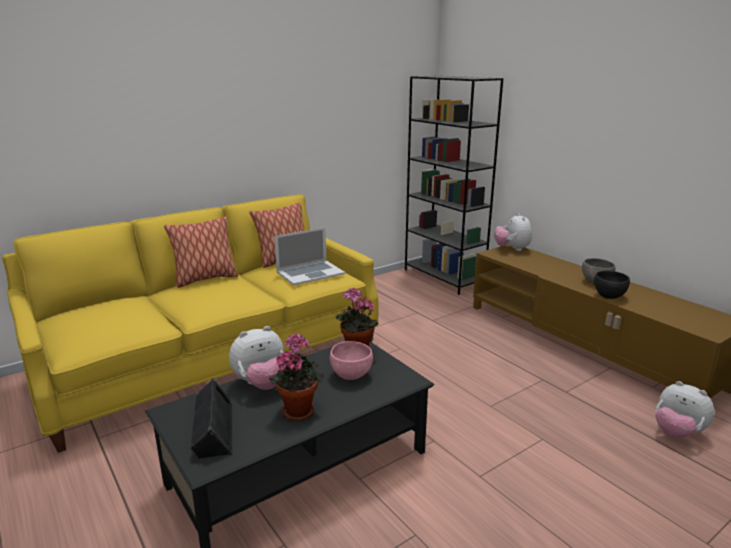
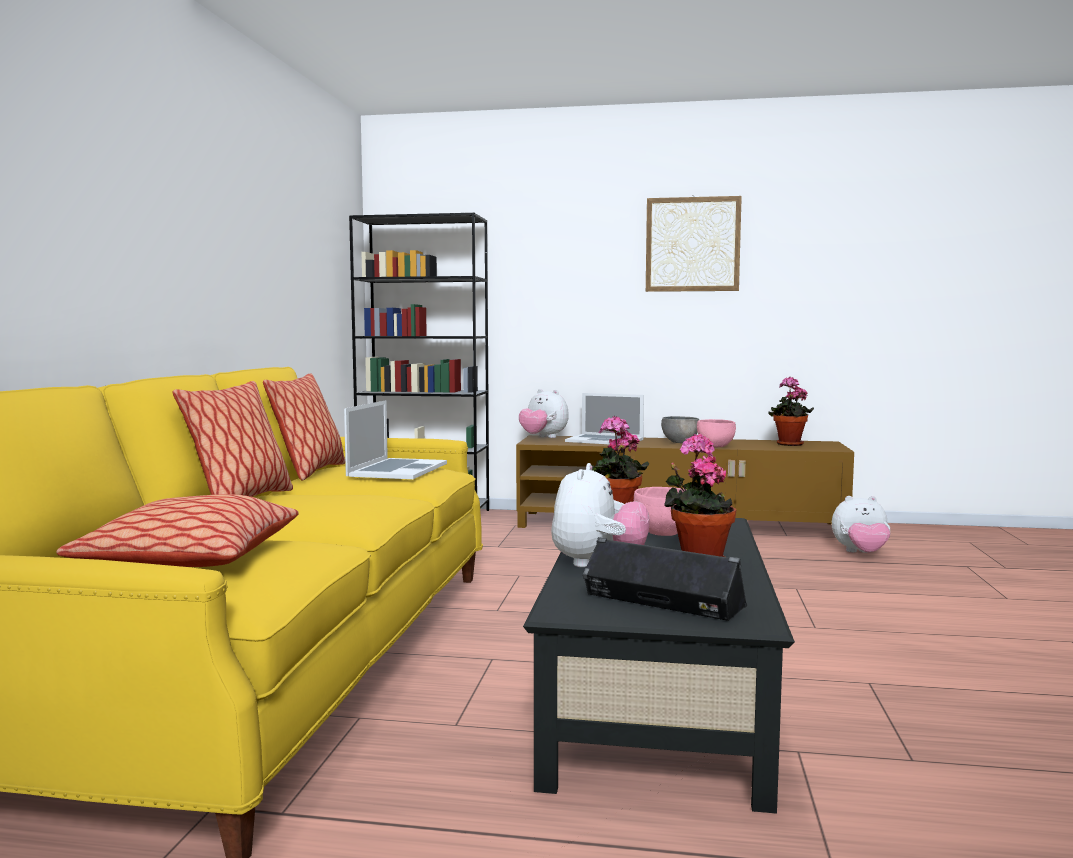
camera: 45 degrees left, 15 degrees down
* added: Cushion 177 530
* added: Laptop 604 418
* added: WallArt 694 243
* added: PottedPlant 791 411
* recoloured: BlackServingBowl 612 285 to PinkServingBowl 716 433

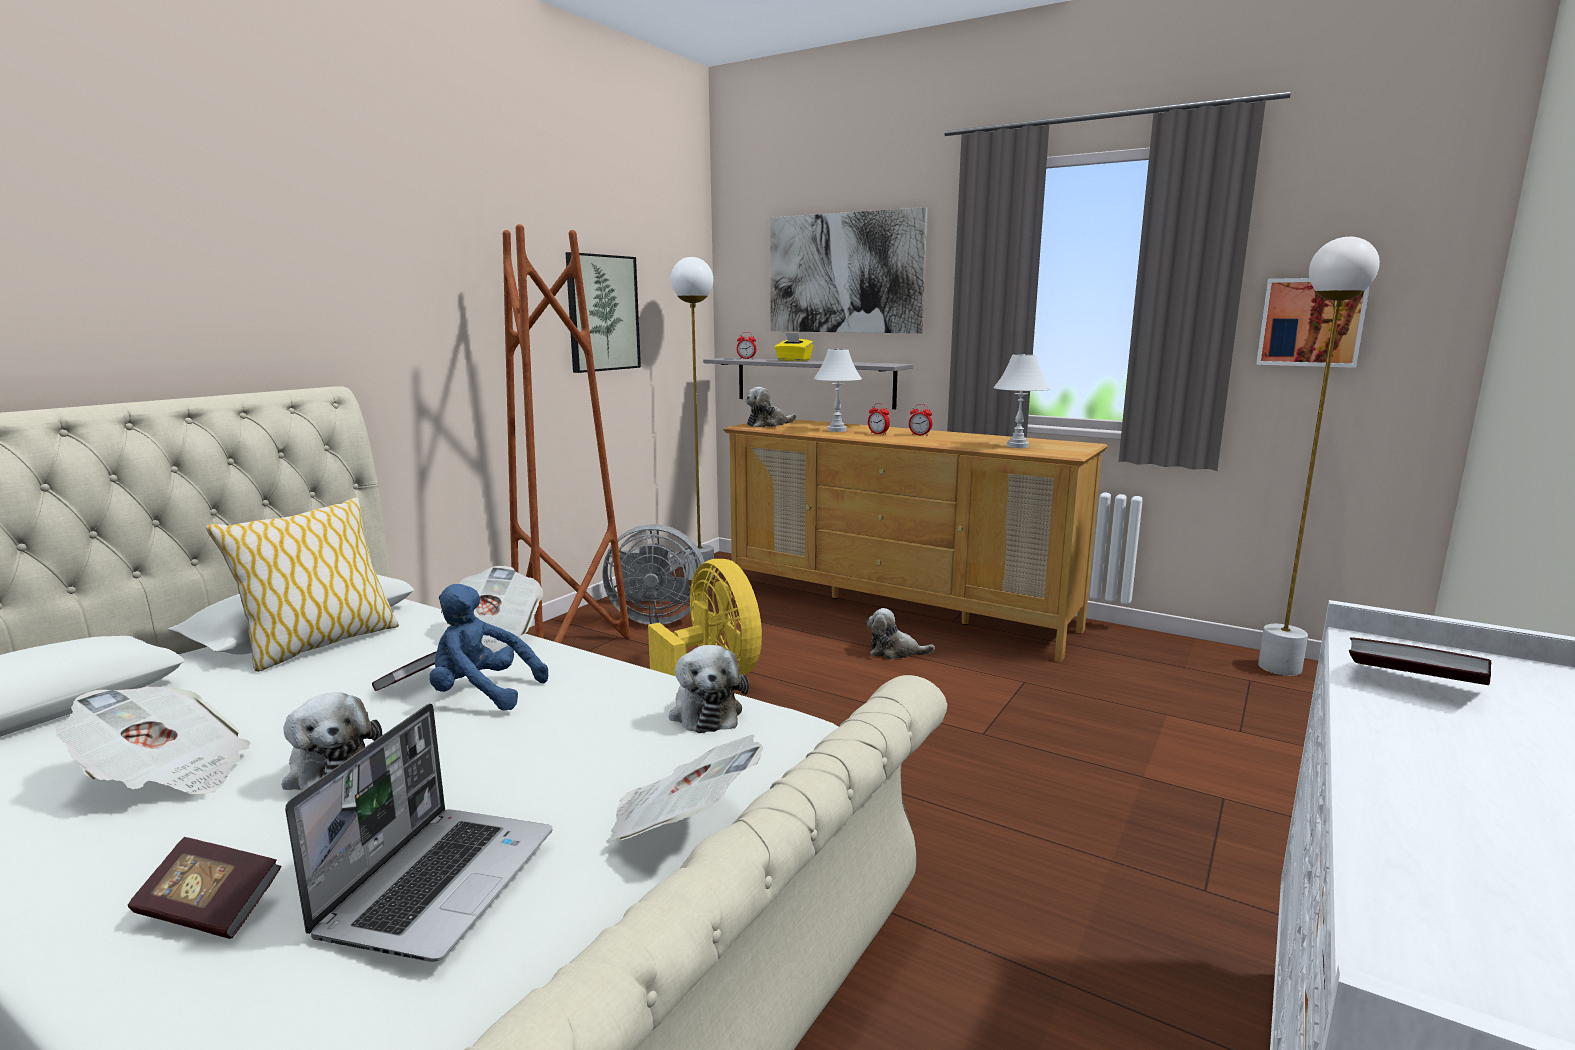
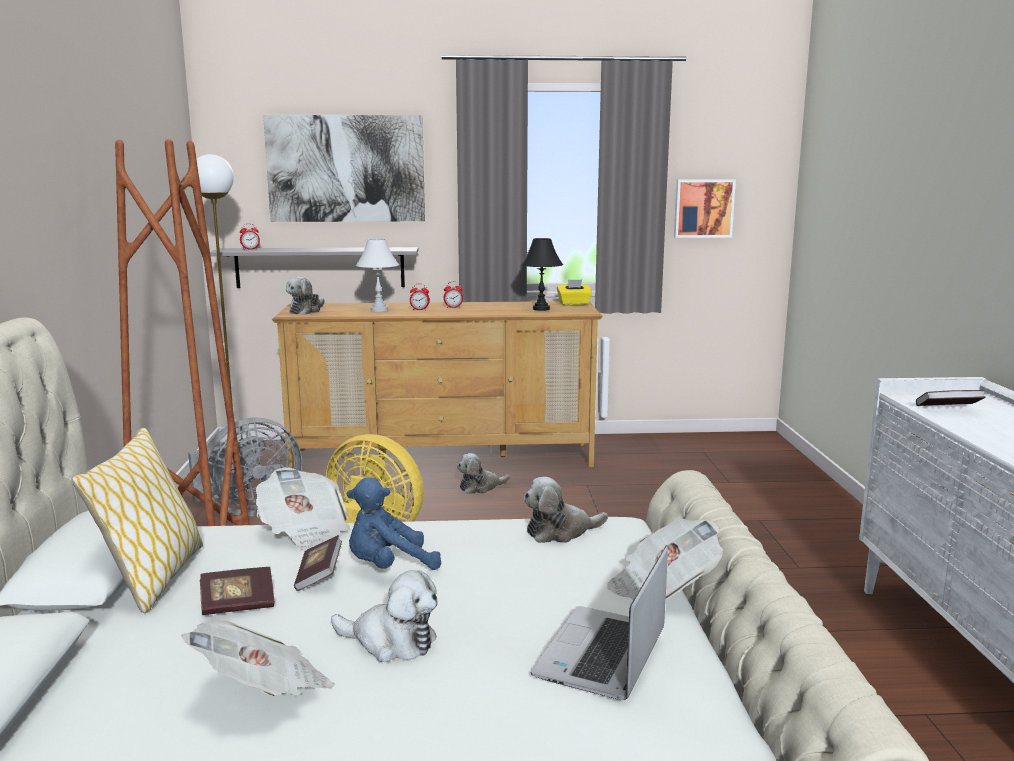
camera: 35 degrees left, 0 degrees up
* removed: WallArt 603 312
* removed: WhitishStandardLamp 1319 456
* moved: Volume 204 888 to 237 591
* moved: YellowTissueBox 794 347 to 574 292
* recoloured: WhitishLampForATable 1021 401 to BlackLampForATable 542 274
* turned: Laptop 419 833 = 599 622 135 degrees counterclockwise
* turned: CuddlyToy 709 689 = 566 510 120 degrees clockwise

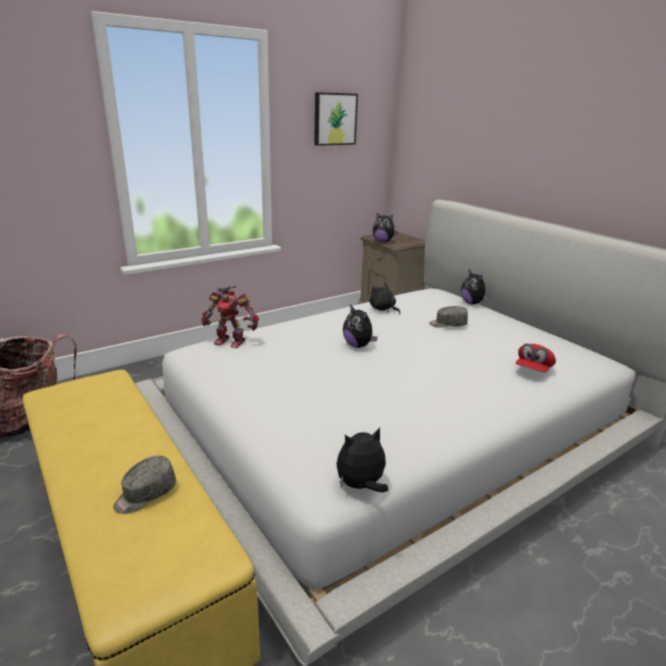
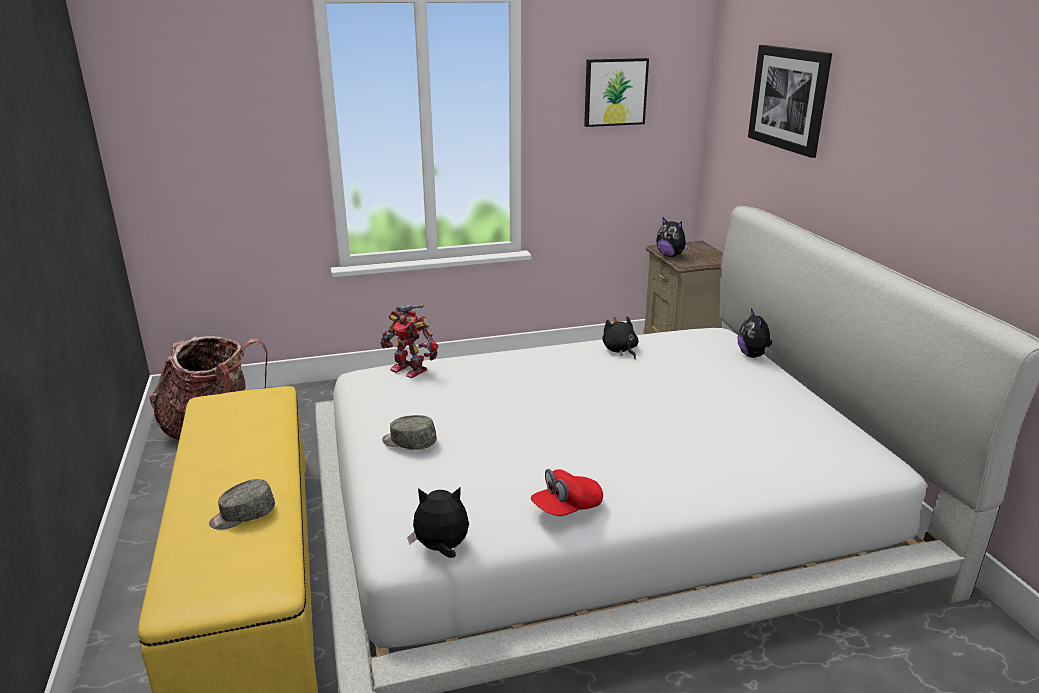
camera: 20 degrees right, 0 degrees up
* removed: CuddlyToy 360 326
* added: WallArt 790 101
* moved: GreyCap 448 317 to 409 432
* moved: ReddishCap 535 357 to 567 492

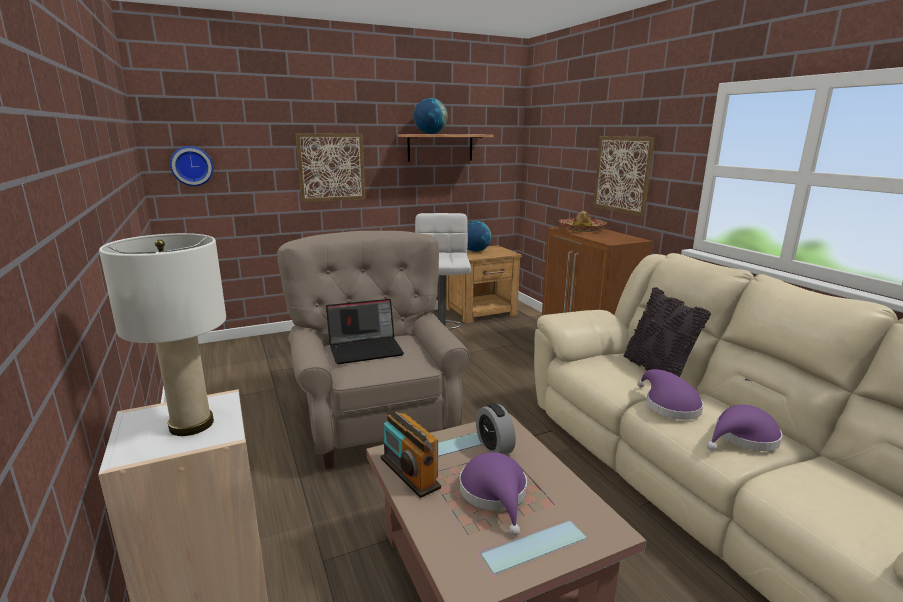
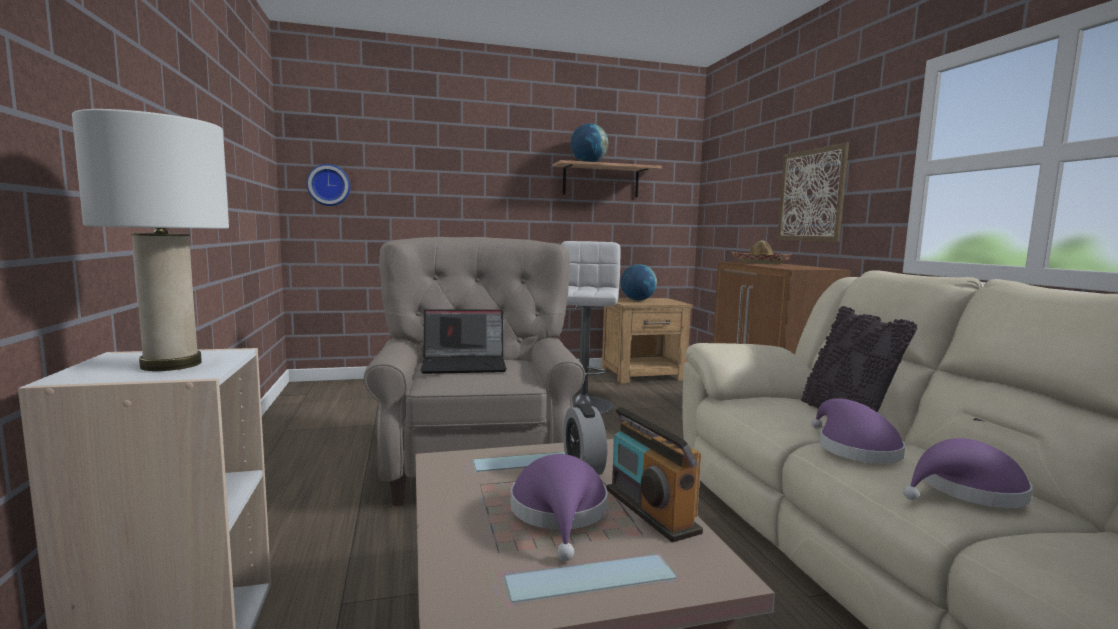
camera: 10 degrees right, 10 degrees down
* removed: WallArt 330 167
* moved: RadioSet 411 451 to 654 474

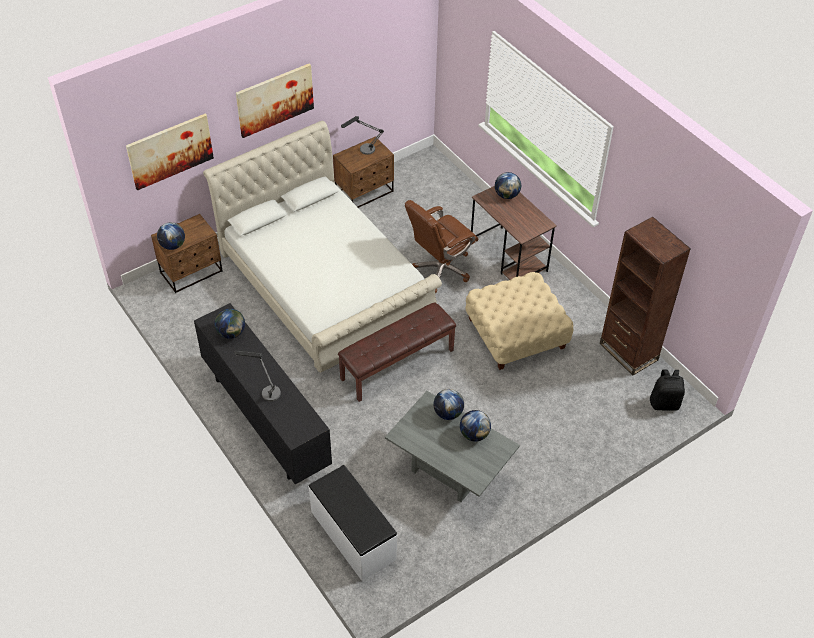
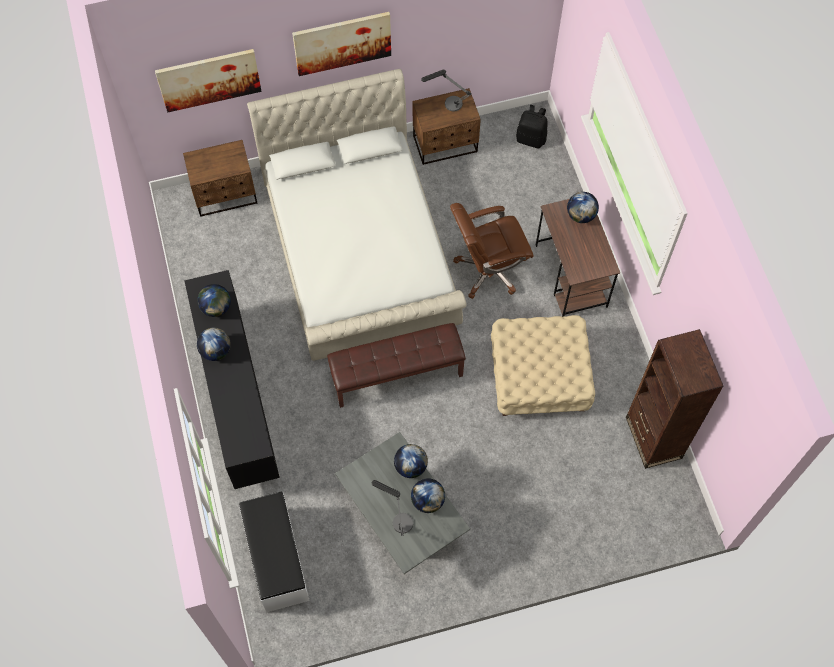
camera: 20 degrees right, 15 degrees up
* moved: Globe 171 236 to 214 344
* moved: LampForATable 257 376 to 392 508
* moved: BlackKnapsack 667 390 to 532 127

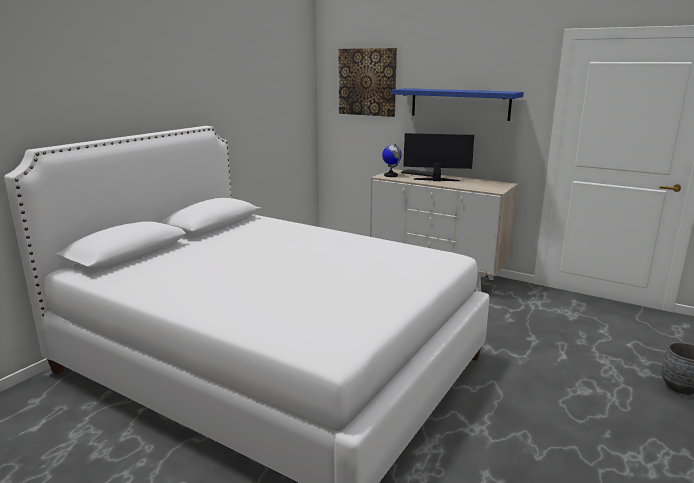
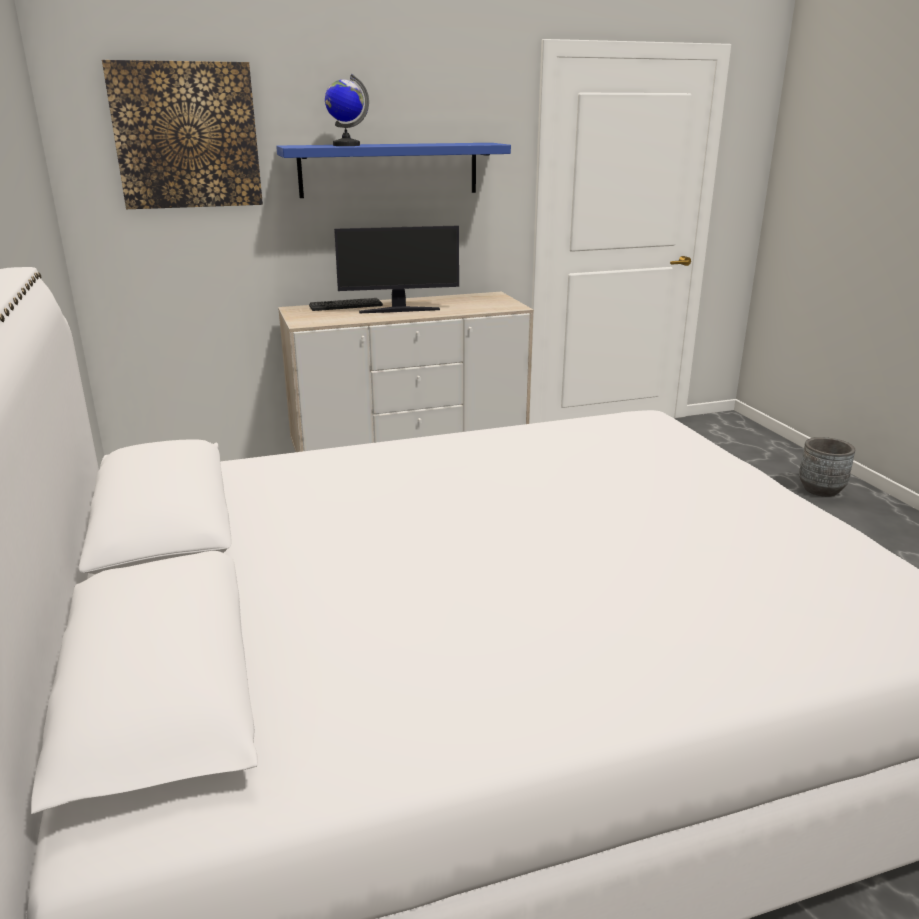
camera: 50 degrees left, 5 degrees up
* moved: Globe 392 160 to 347 110
* turned: ComputerScreen 438 157 = 396 269 150 degrees counterclockwise

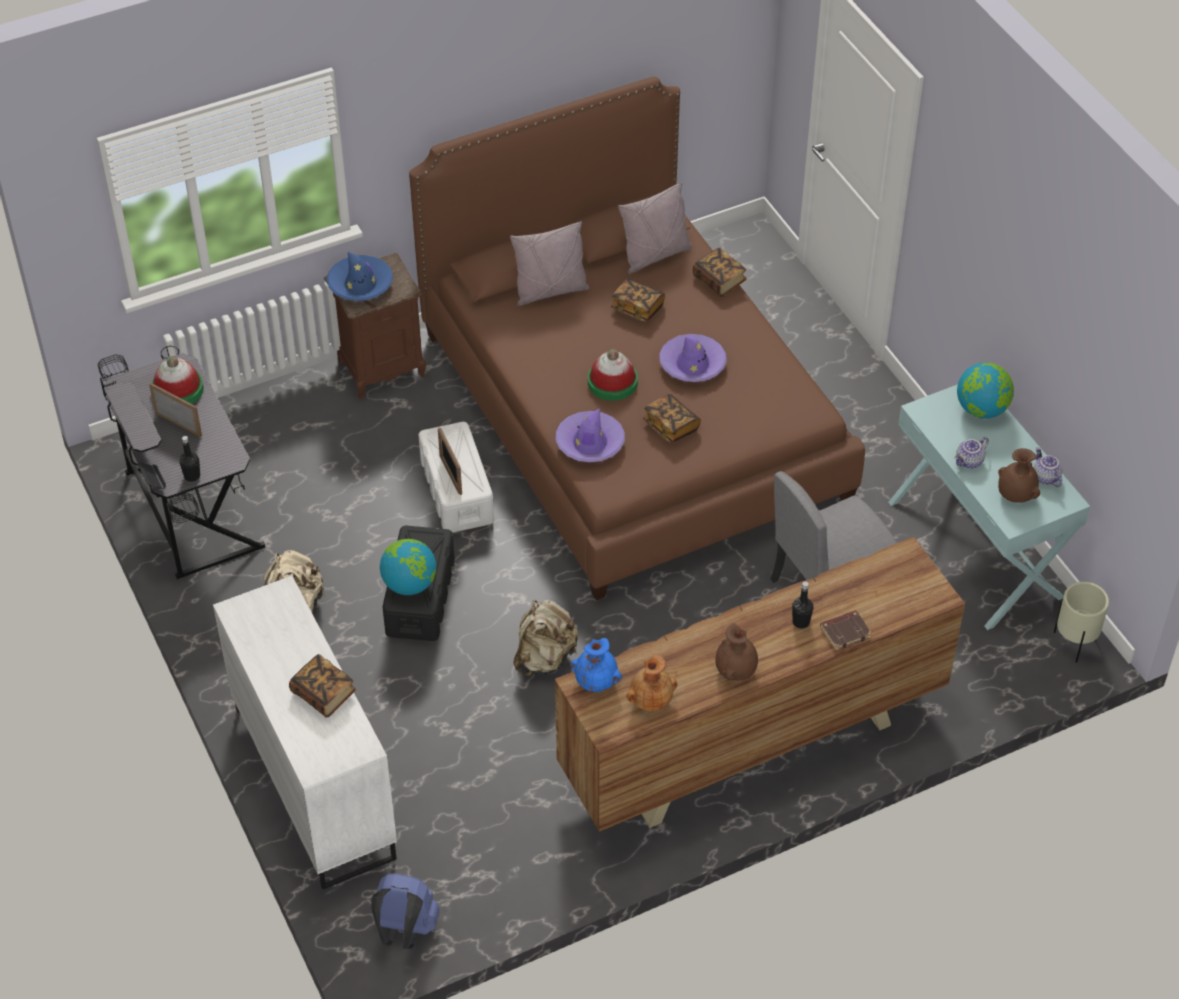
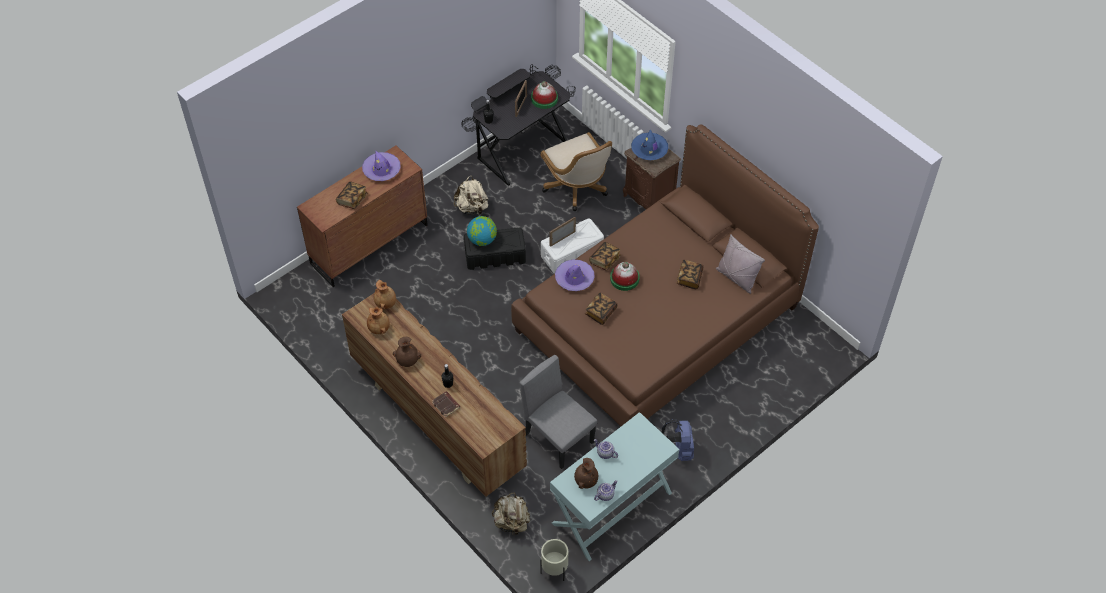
camera: 75 degrees right, 5 degrees up
* removed: PurpleColouredCushion 550 263
* removed: Globe 985 391
* added: ComputerChair 576 171
* moved: BluishKnapsack 405 911 to 678 440
* moved: BeigeKnapsack 545 638 to 511 513
* moved: PurpleColouredHat 693 358 to 381 165
* moved: Volume 720 272 to 605 256
* recoloured: WhitishDresser 305 732 to BrownDresser 362 216
* recoloured: BluishFlowerVase 596 665 to BrownFlowerVase 385 294

